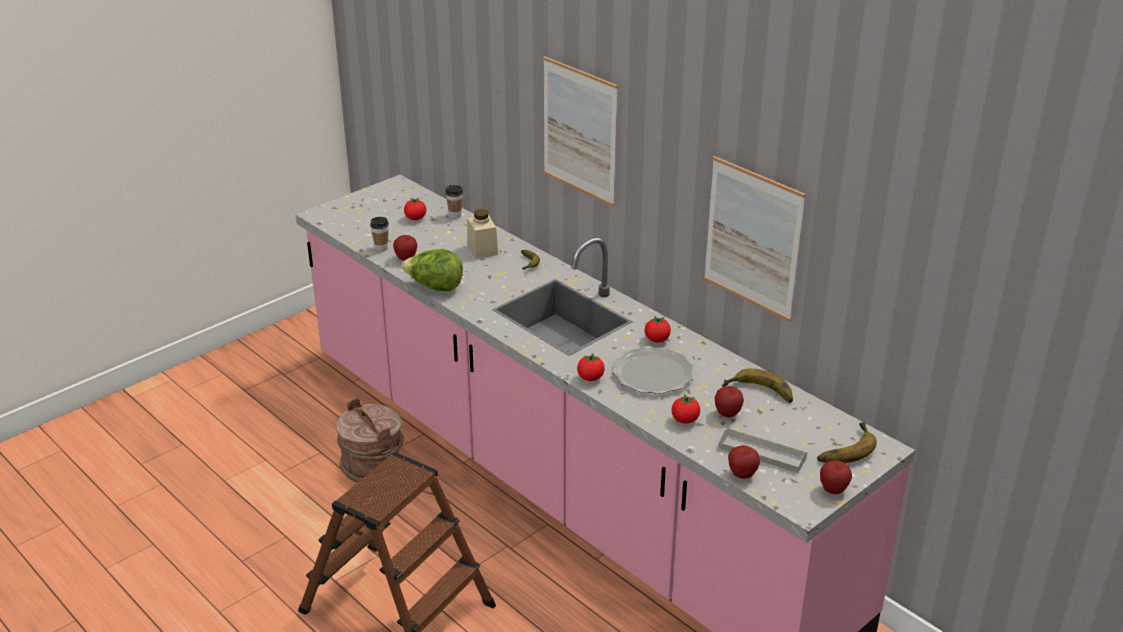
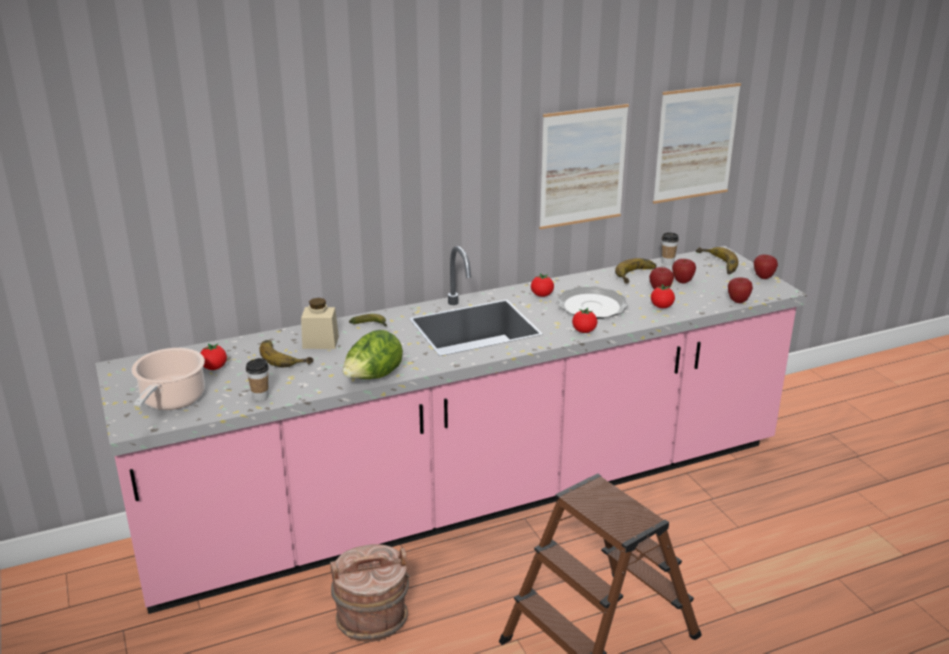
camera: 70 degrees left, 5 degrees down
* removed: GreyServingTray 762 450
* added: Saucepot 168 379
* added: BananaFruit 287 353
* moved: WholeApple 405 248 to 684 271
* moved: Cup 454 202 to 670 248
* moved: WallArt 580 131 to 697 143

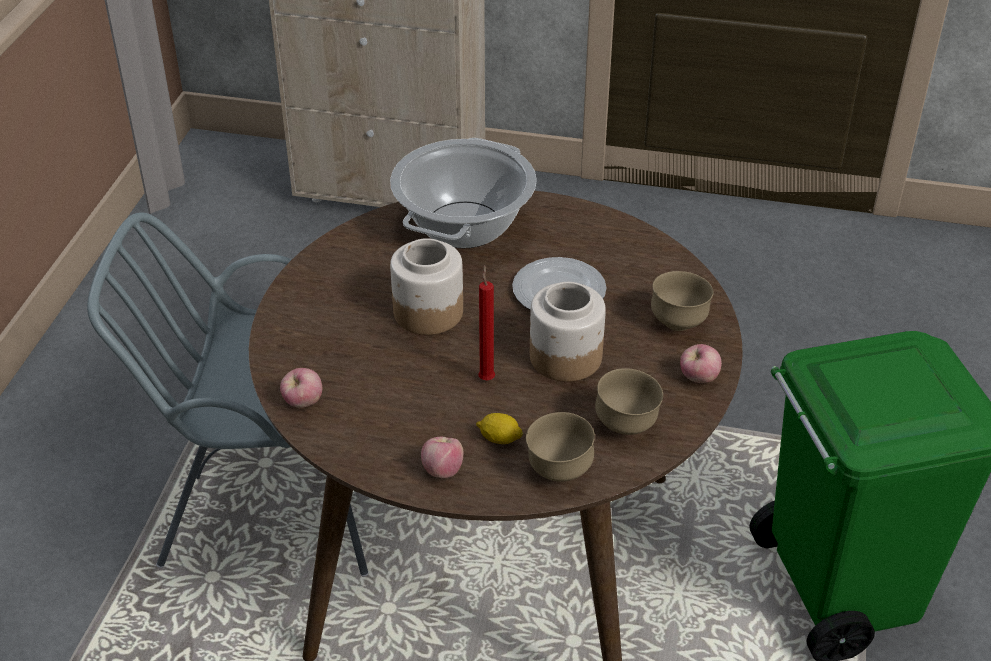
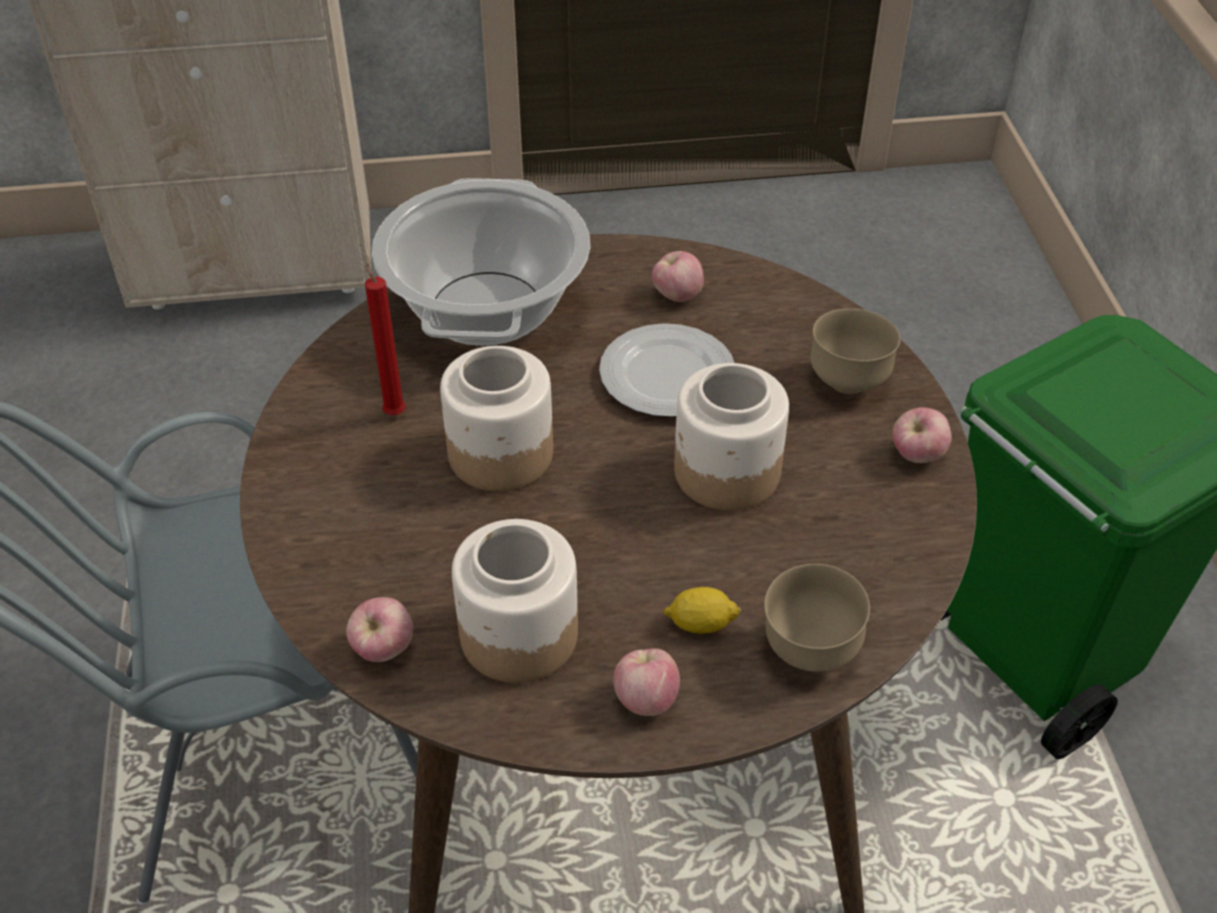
camera: 20 degrees left, 5 degrees up
* removed: BrownServingBowl 629 401
* added: Jar 515 601
* added: WholeApple 678 276
* moved: ReddishWaxLight 486 322 to 385 334

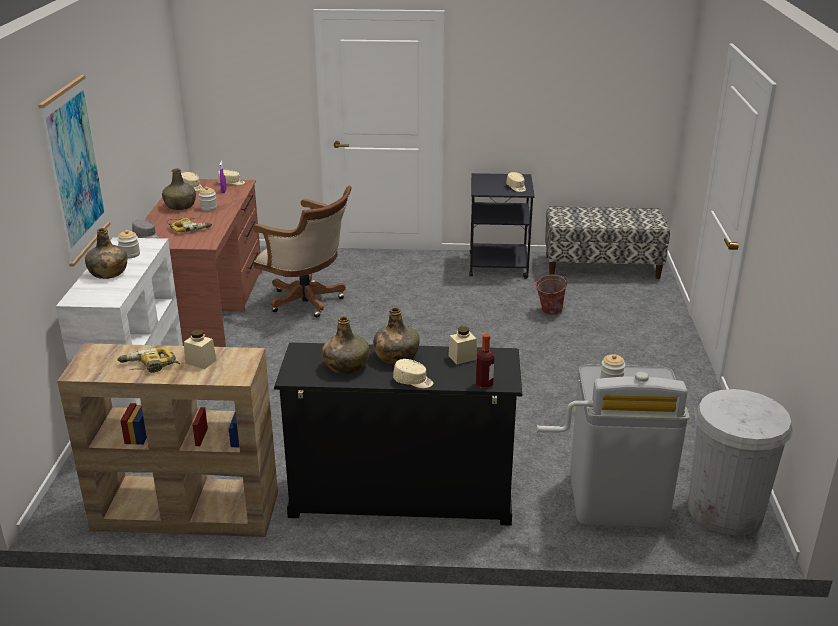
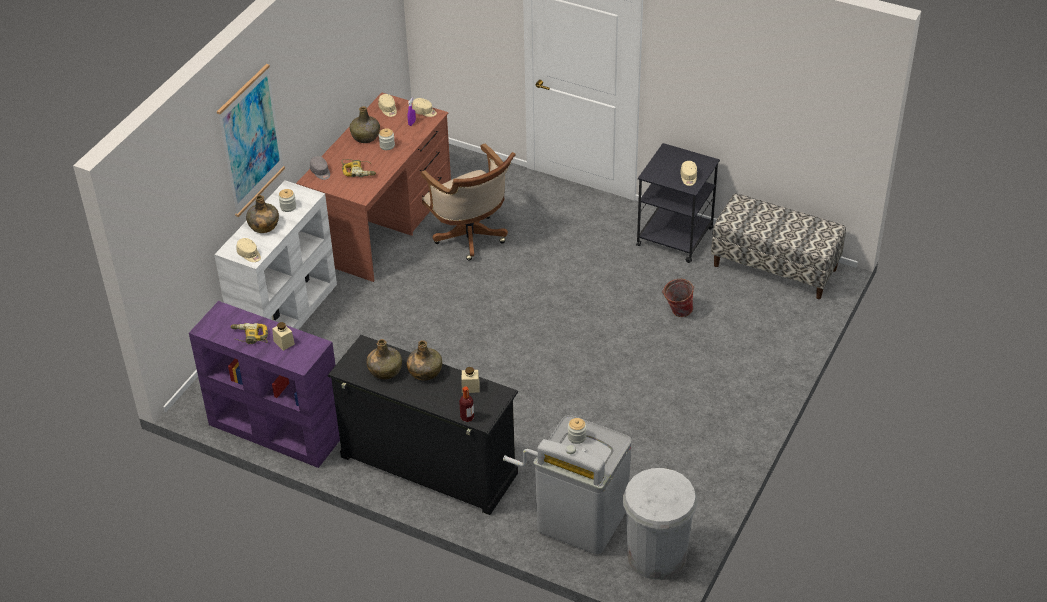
camera: 25 degrees right, 15 degrees up
* moved: BeigeCap 413 373 to 248 250
* recoloured: BrownBookshelf 167 440 to PurpleColouredBookshelf 264 384

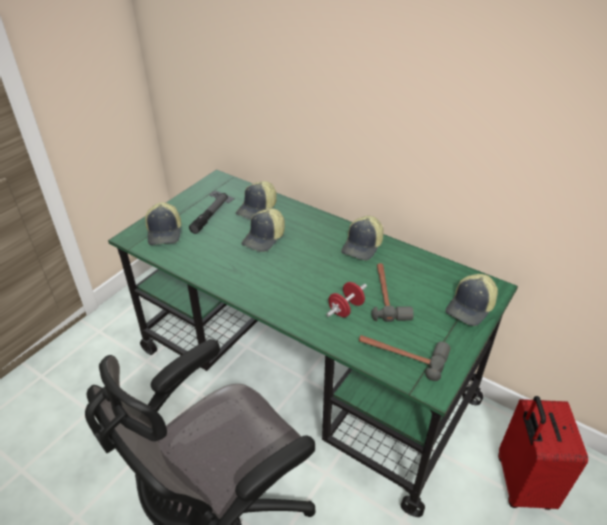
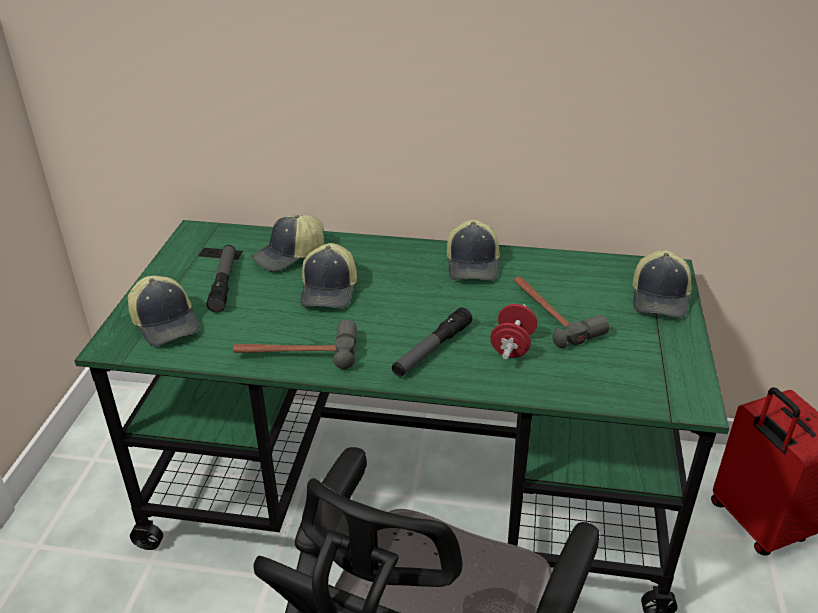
camera: 25 degrees left, 5 degrees down
* added: HandTorch 432 342
* moved: Hammer 404 358 to 295 344
* turned: Cap 256 200 = 287 243 45 degrees clockwise

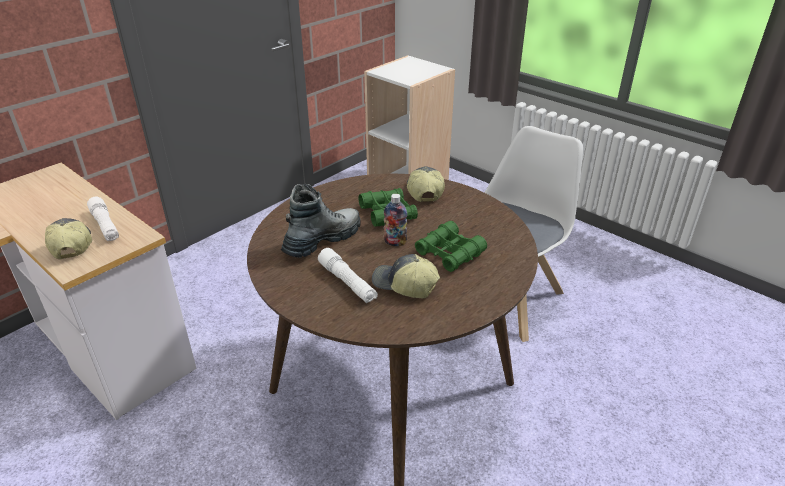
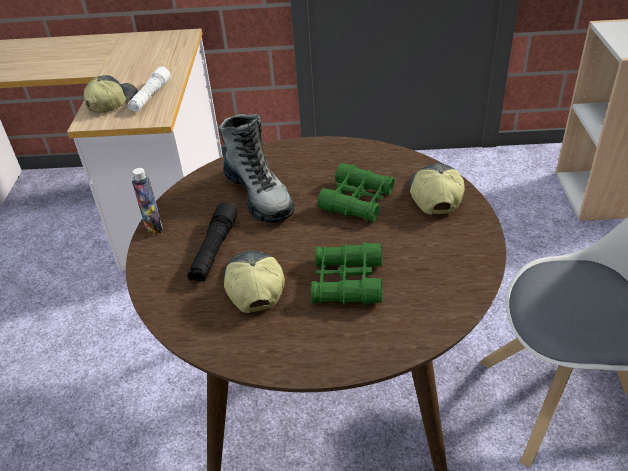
camera: 50 degrees right, 5 degrees up
* moved: BeverageBottle 395 220 to 147 201
* recoloured: WhitishHandTorch 348 275 to BlackHandTorch 212 242
* turned: HighTopBoot 321 220 = 256 168 60 degrees clockwise
* turned: Cap 426 184 = 437 189 45 degrees counterclockwise

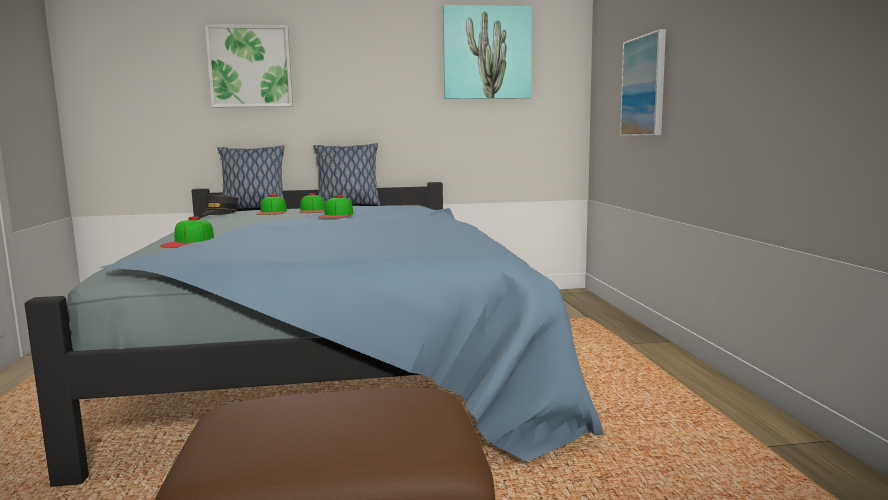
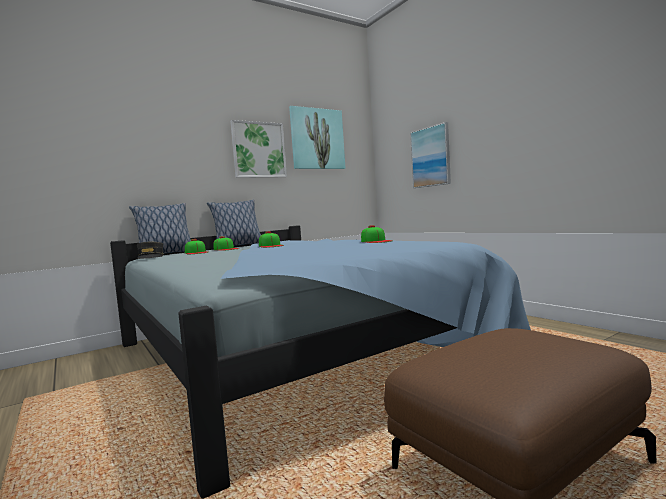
camera: 25 degrees left, 5 degrees down
* moved: Cap 187 232 to 377 234
* moved: WallArt 249 65 to 258 149

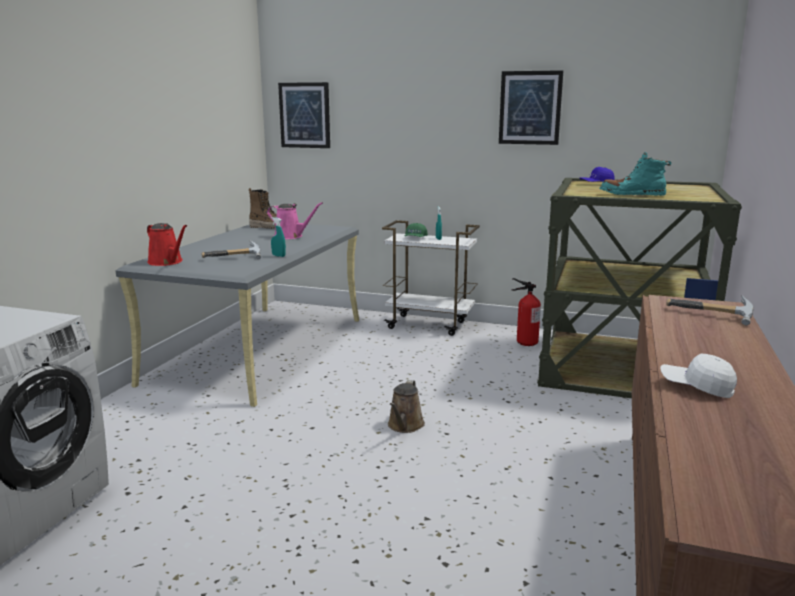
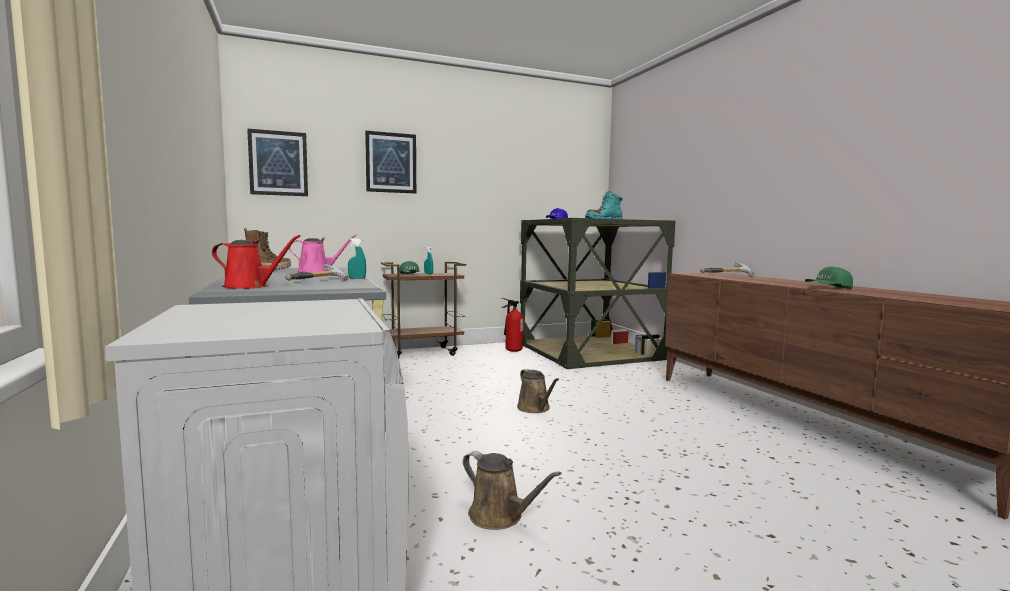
camera: 40 degrees left, 10 degrees down
* added: BrownWateringCan 512 490
* moved: WallArt 531 107 to 390 162
* recoloured: WhitishWheeledCart 431 278 to BrownWheeledCart 423 310
* recoloured: WhitishCap 698 376 to GreenColouredCap 829 277

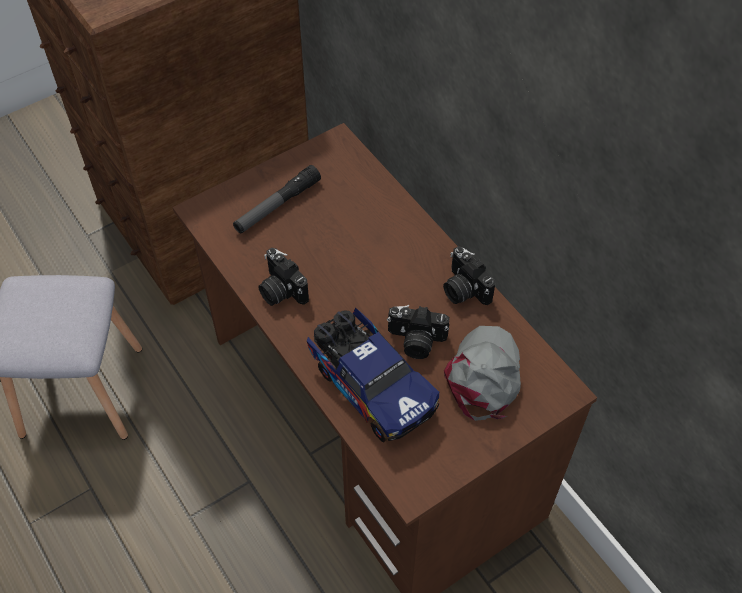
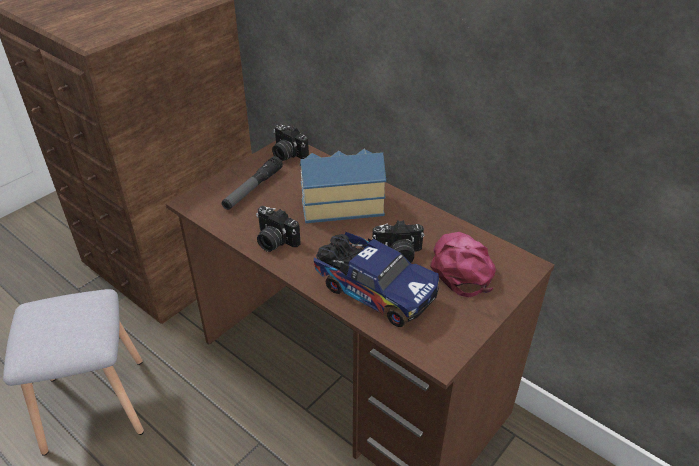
camera: 15 degrees left, 15 degrees down
* added: MiniatureHouse 343 186
* moved: StillCamera 469 275 to 290 142
* recoloured: GreyCap 482 373 to PinkCap 463 264

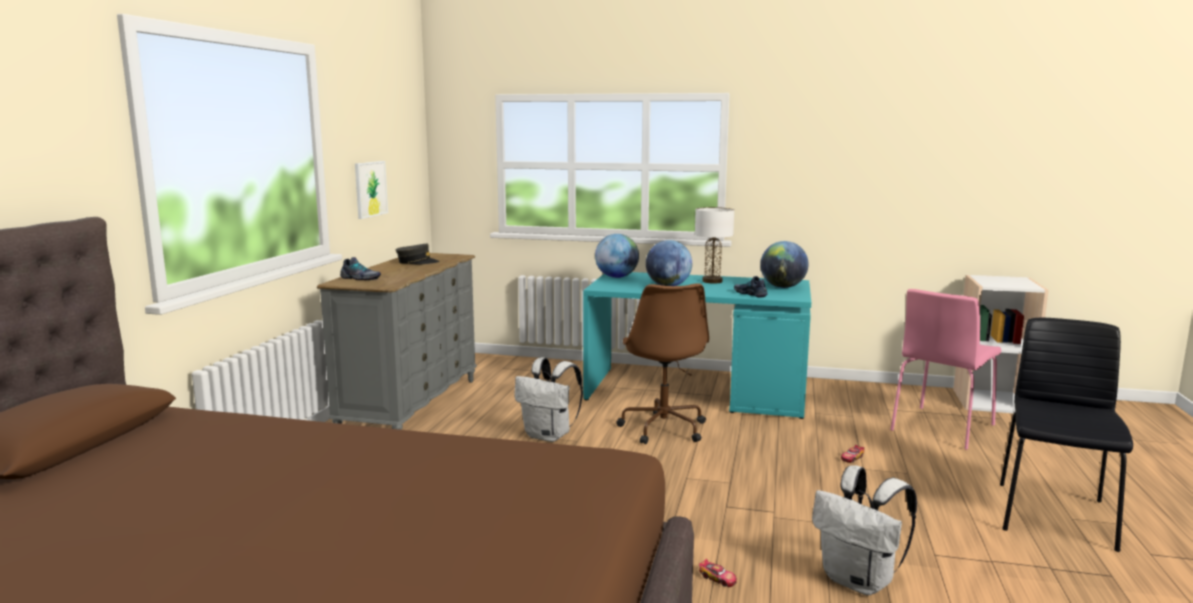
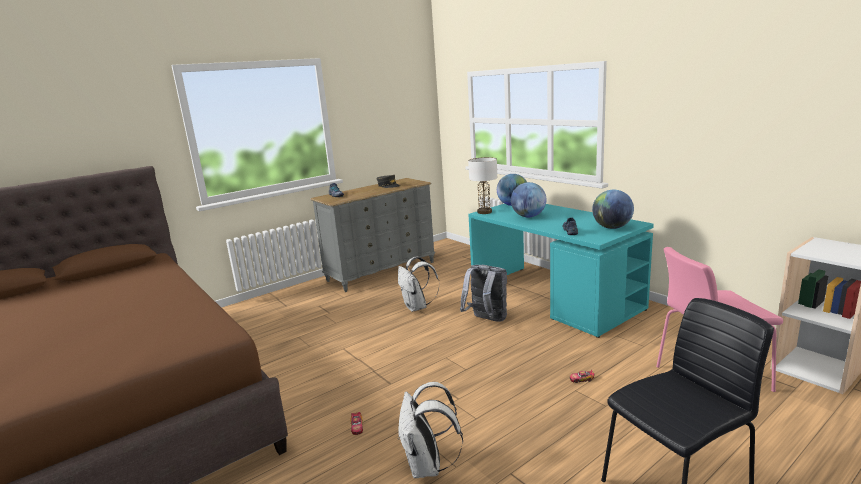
camera: 40 degrees right, 5 degrees up
* removed: WallArt 371 190
* moved: LampForATable 714 245 to 482 185
* replaced: BrownComputerChair 662 363 to GreyKnapsack 483 293

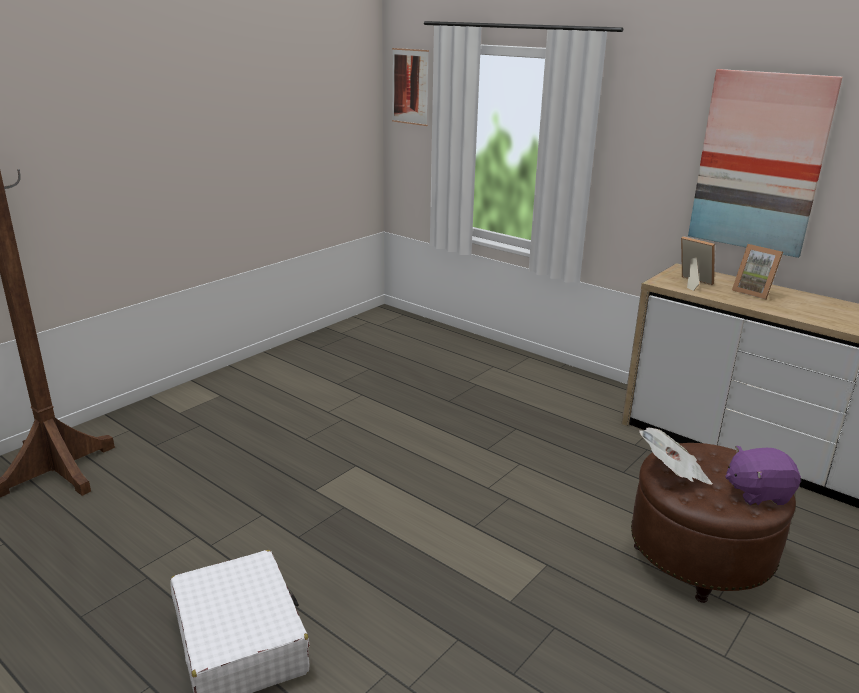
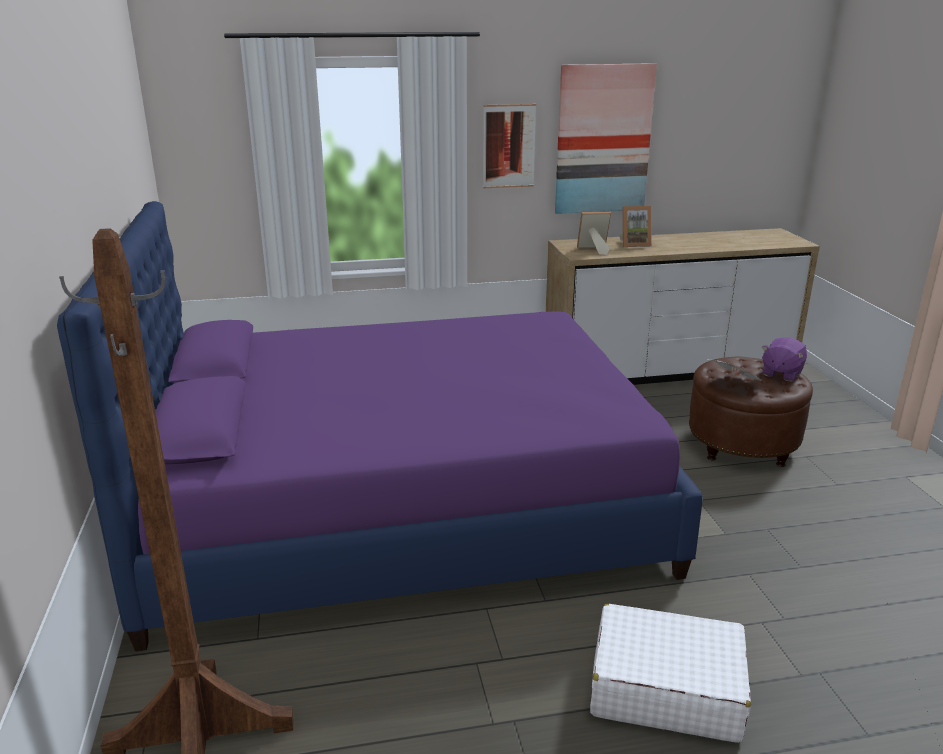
camera: 50 degrees left, 0 degrees up
* added: PurpleColouredBed 380 426
* moved: WallArt 410 87 to 509 146

